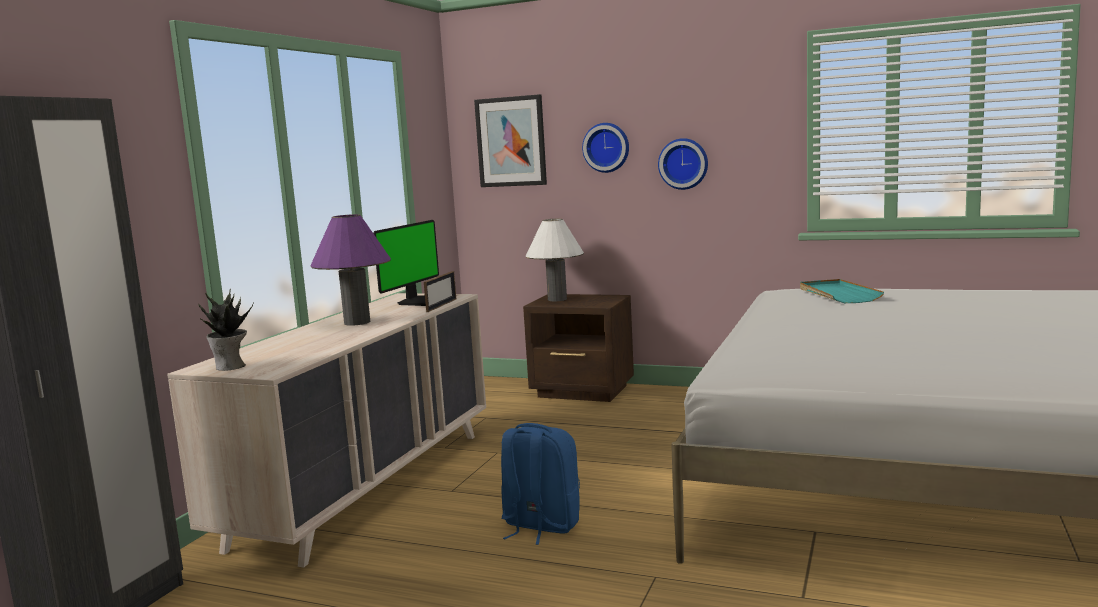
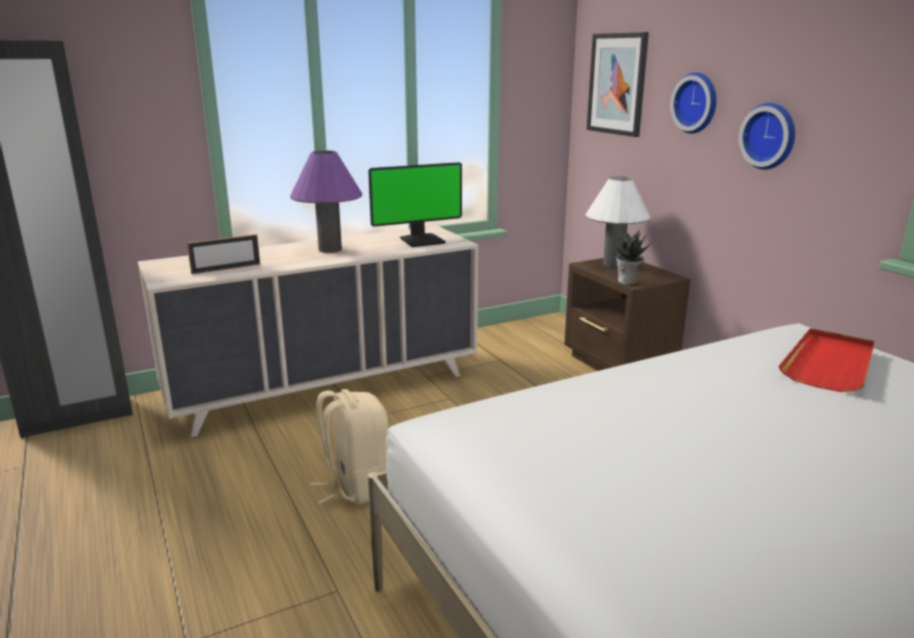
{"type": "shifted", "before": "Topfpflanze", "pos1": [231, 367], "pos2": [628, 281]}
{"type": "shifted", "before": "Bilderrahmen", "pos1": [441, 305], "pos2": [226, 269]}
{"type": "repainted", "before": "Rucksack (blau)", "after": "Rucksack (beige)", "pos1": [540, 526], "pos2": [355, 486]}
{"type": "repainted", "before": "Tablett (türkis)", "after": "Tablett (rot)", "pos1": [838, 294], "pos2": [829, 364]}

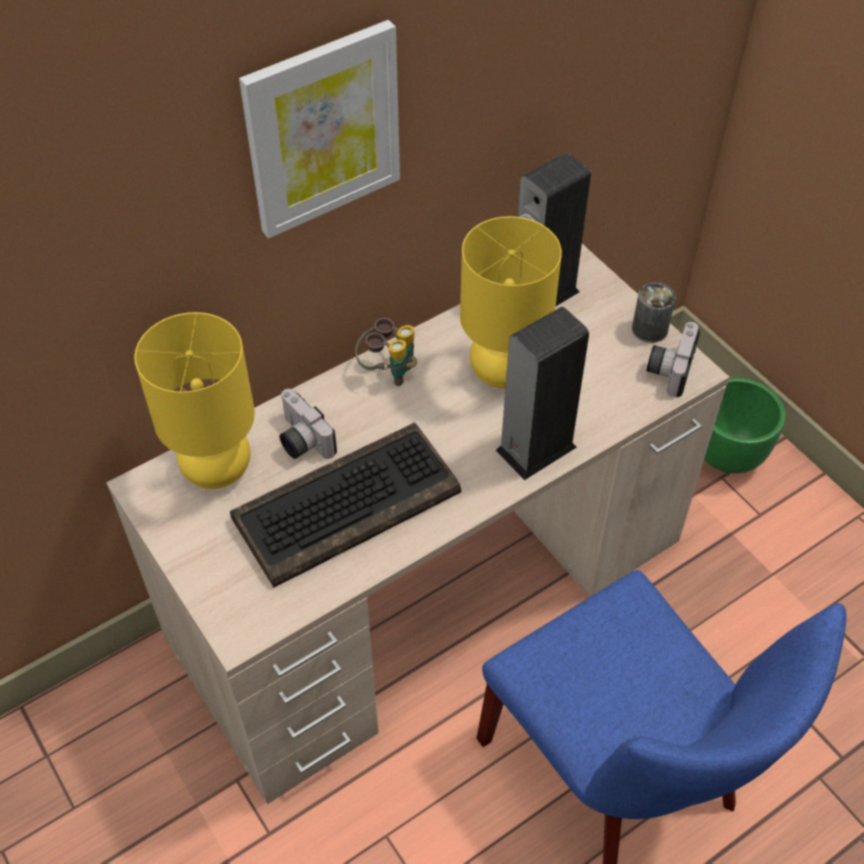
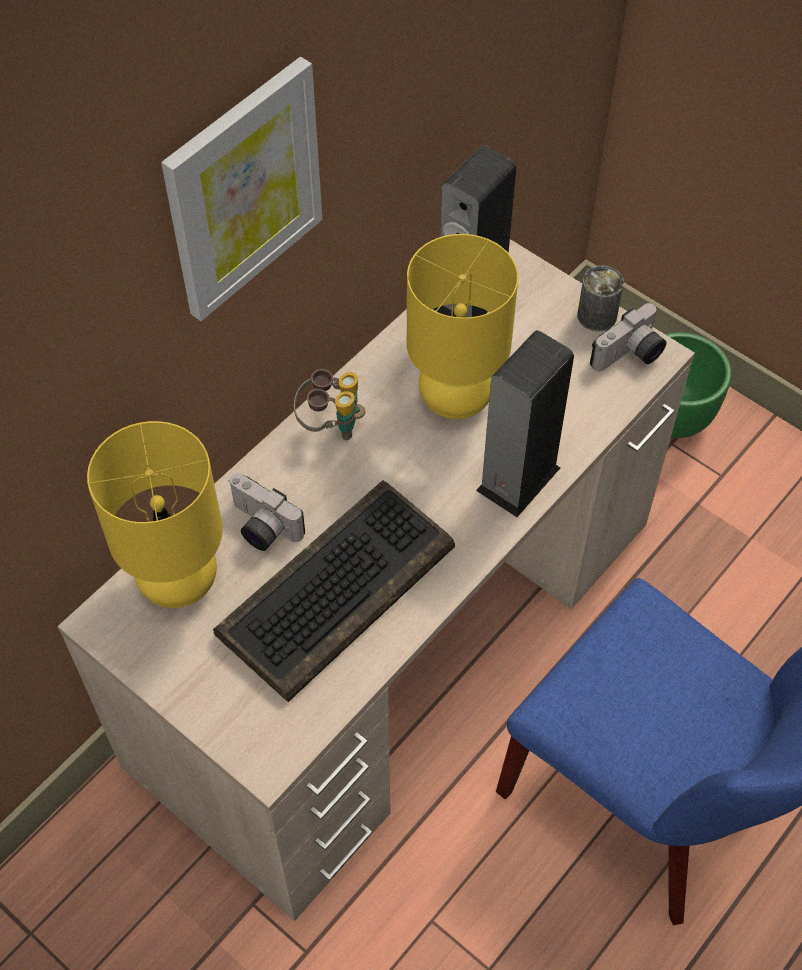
{"type": "rotated", "before": "Kamera", "pos1": [669, 368], "pos2": [630, 356], "turn": -135}

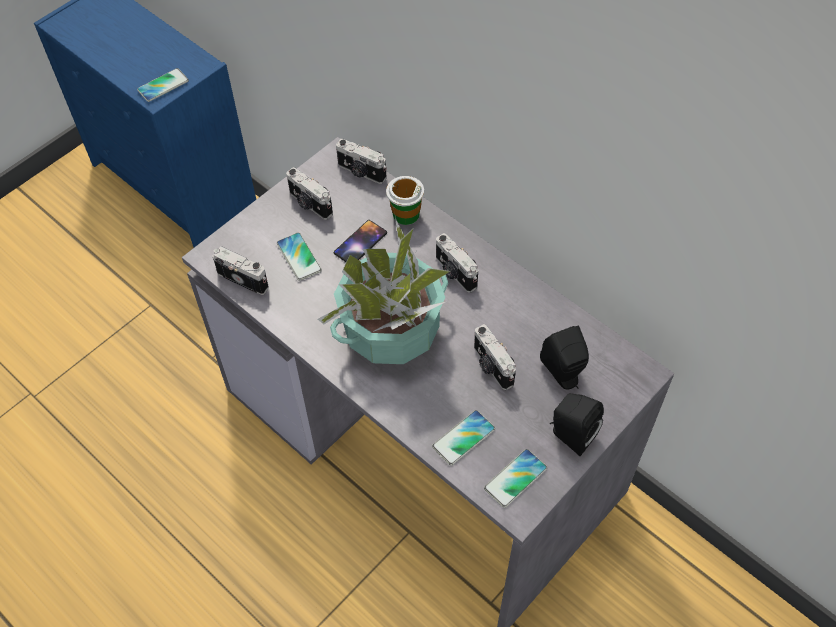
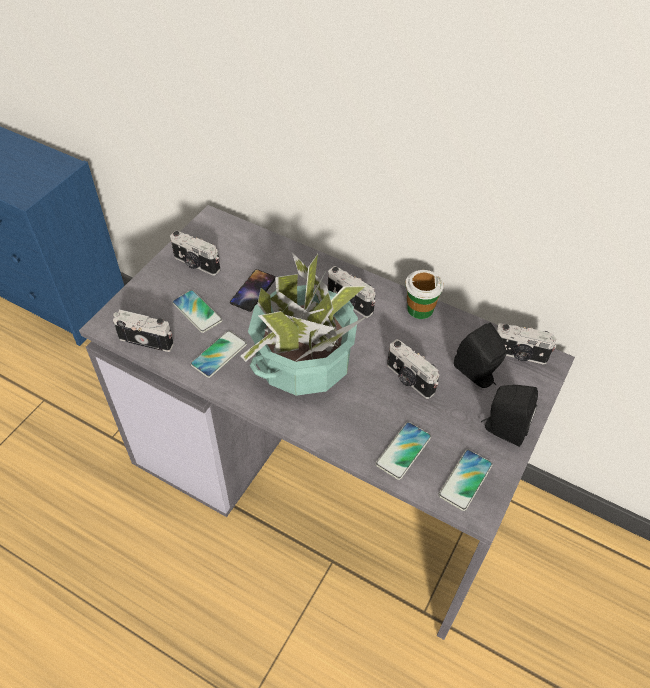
{"type": "shifted", "before": "Handy", "pos1": [163, 86], "pos2": [219, 354]}
{"type": "shifted", "before": "Kamera", "pos1": [361, 172], "pos2": [518, 355]}
{"type": "shifted", "before": "Tasse", "pos1": [405, 214], "pos2": [420, 309]}

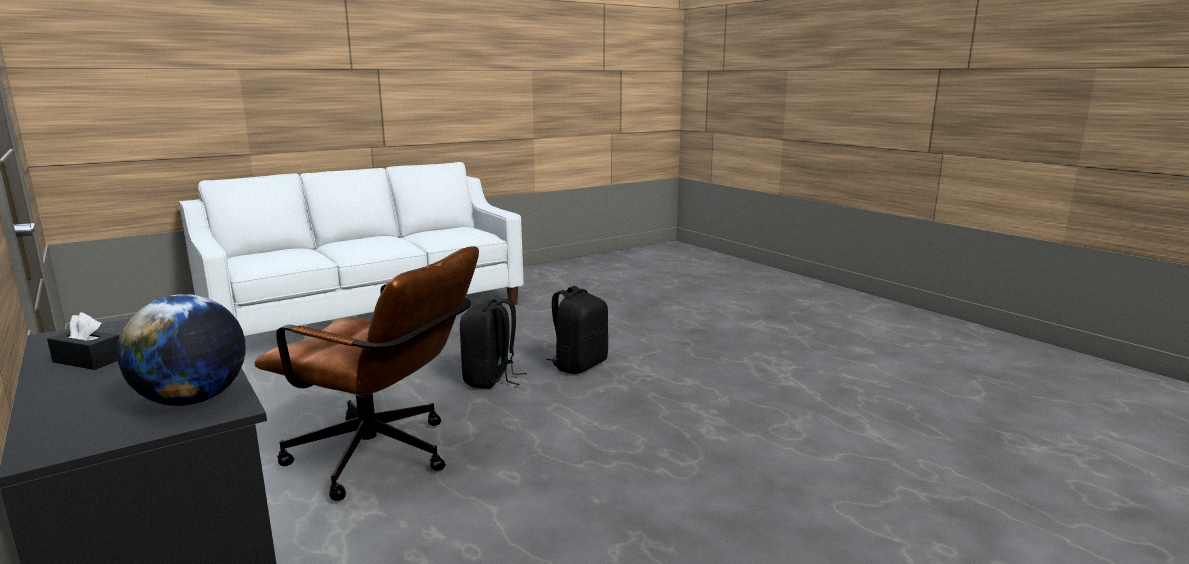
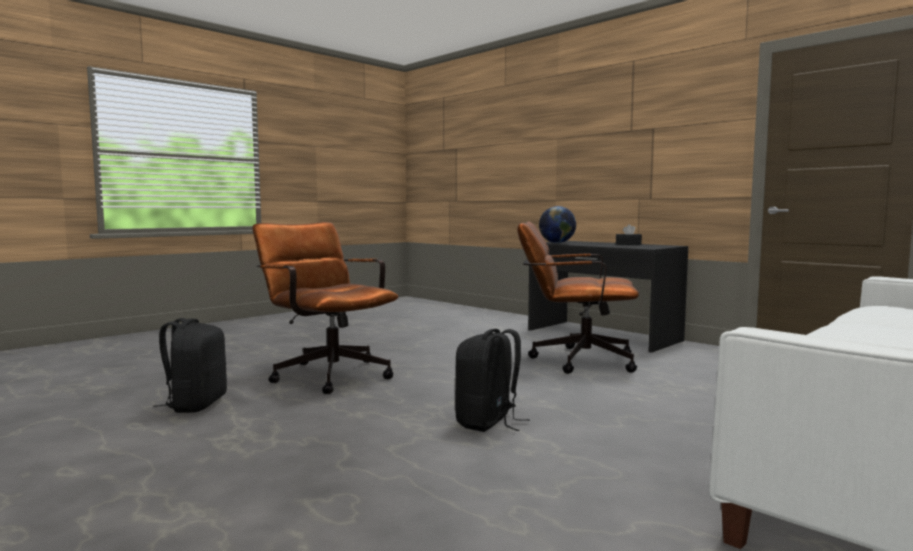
{"type": "shifted", "before": "Rucksack (schwarz)", "pos1": [491, 379], "pos2": [195, 404]}
{"type": "new", "after": "Bürostuhl (braun)", "pos2": [327, 373]}

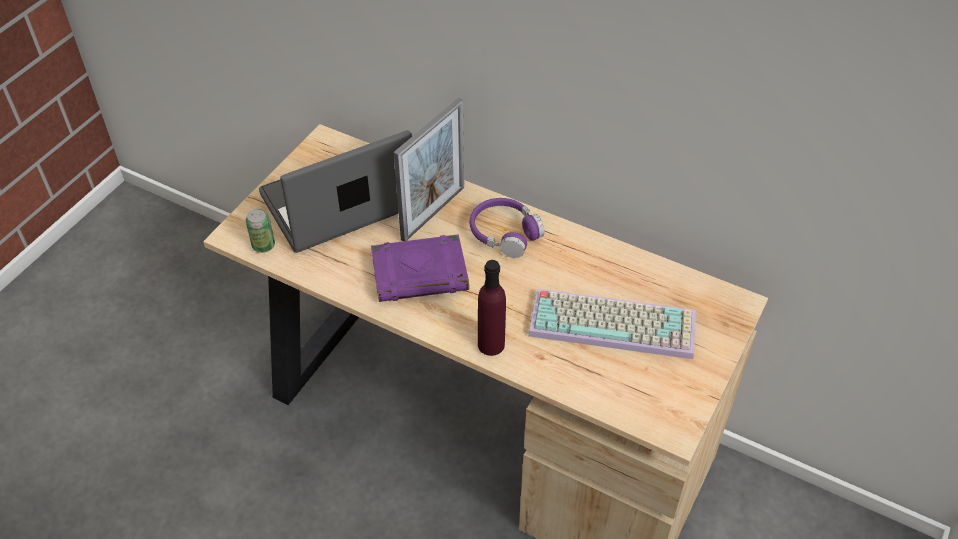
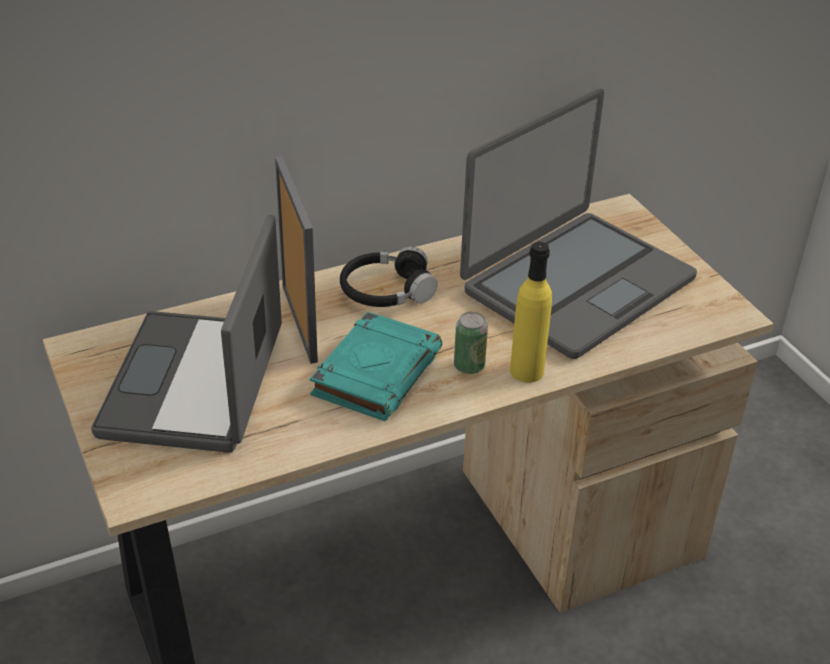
{"type": "shifted", "before": "Dose", "pos1": [263, 245], "pos2": [469, 366]}
{"type": "repainted", "before": "Buch (lila)", "after": "Buch (türkis)", "pos1": [421, 273], "pos2": [377, 372]}
{"type": "repainted", "before": "Kopfhörer (lila)", "after": "Kopfhörer (schwarz)", "pos1": [505, 233], "pos2": [386, 291]}
{"type": "repainted", "before": "Flasche (lila)", "after": "Flasche (gelb)", "pos1": [491, 344], "pos2": [526, 371]}
{"type": "swapped", "before": "Tastatur", "after": "Laptop", "pos1": [615, 322], "pos2": [576, 284]}

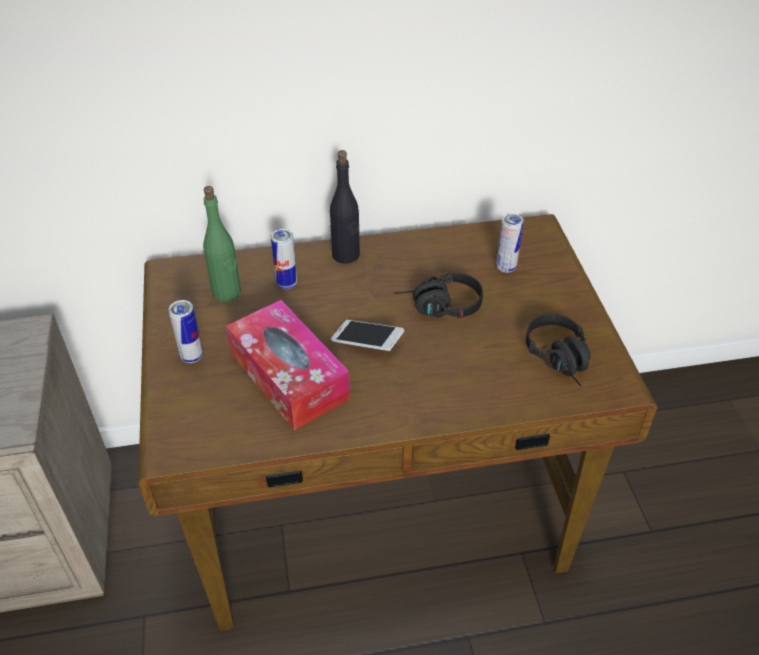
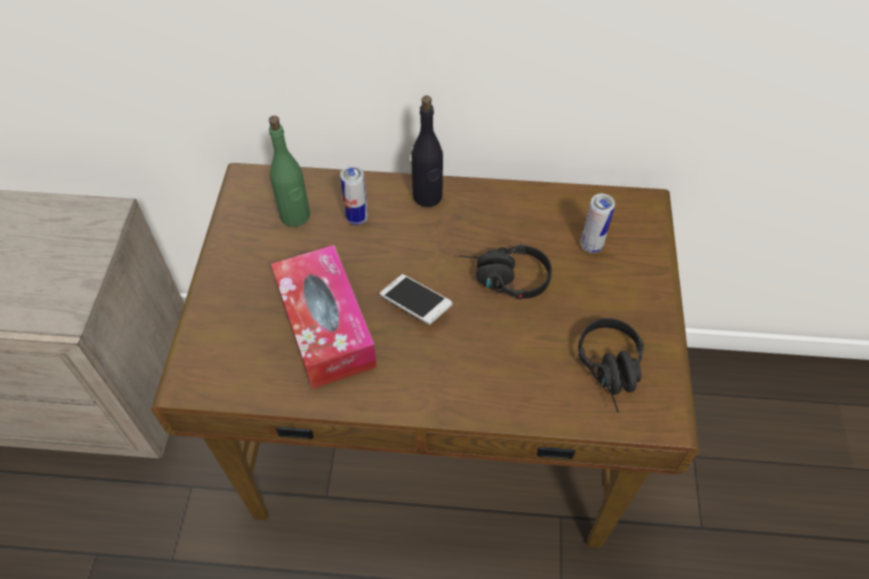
{"type": "gone", "before": "Dose", "pos1": [192, 356]}

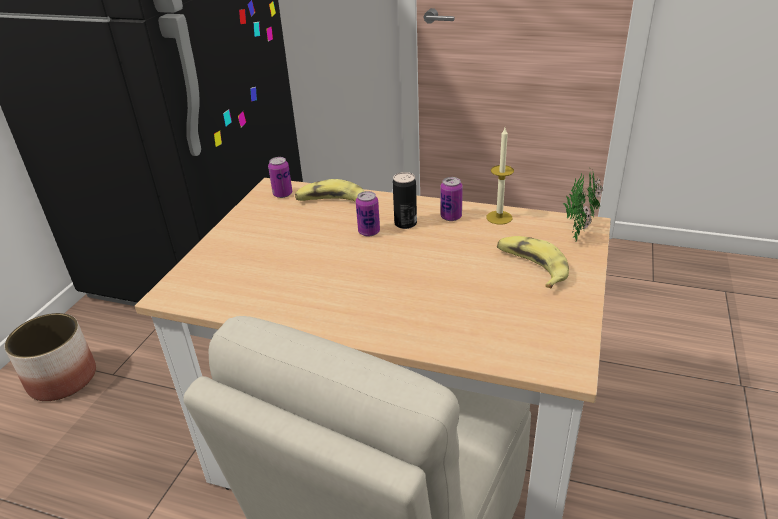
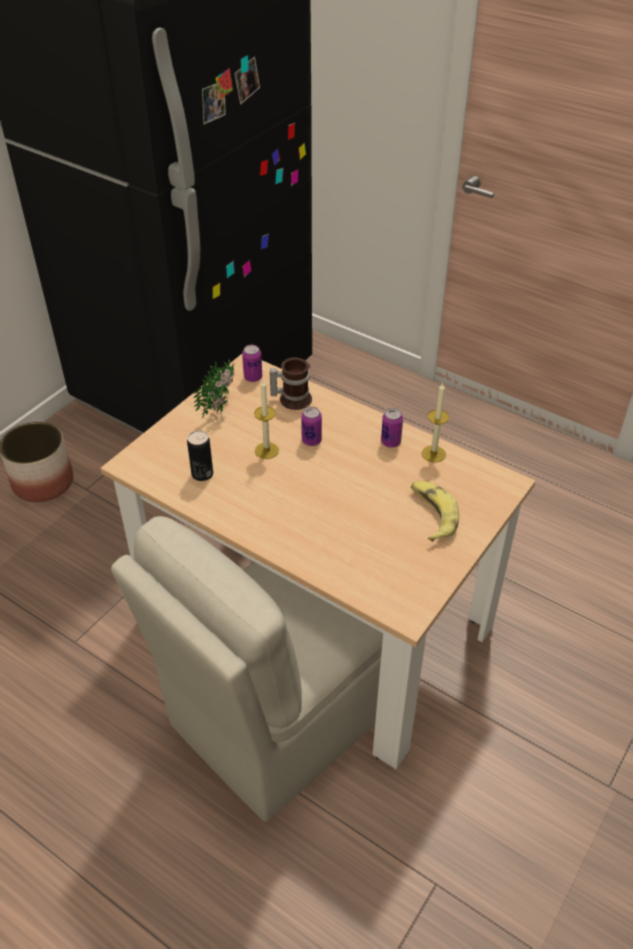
{"type": "swapped", "before": "Banane", "after": "Henkelbecher", "pos1": [331, 202], "pos2": [292, 398]}
{"type": "shifted", "before": "Dose", "pos1": [405, 223], "pos2": [202, 474]}
{"type": "shifted", "before": "Topfpflanze", "pos1": [577, 228], "pos2": [221, 406]}
{"type": "new", "after": "Kerze", "pos2": [266, 450]}

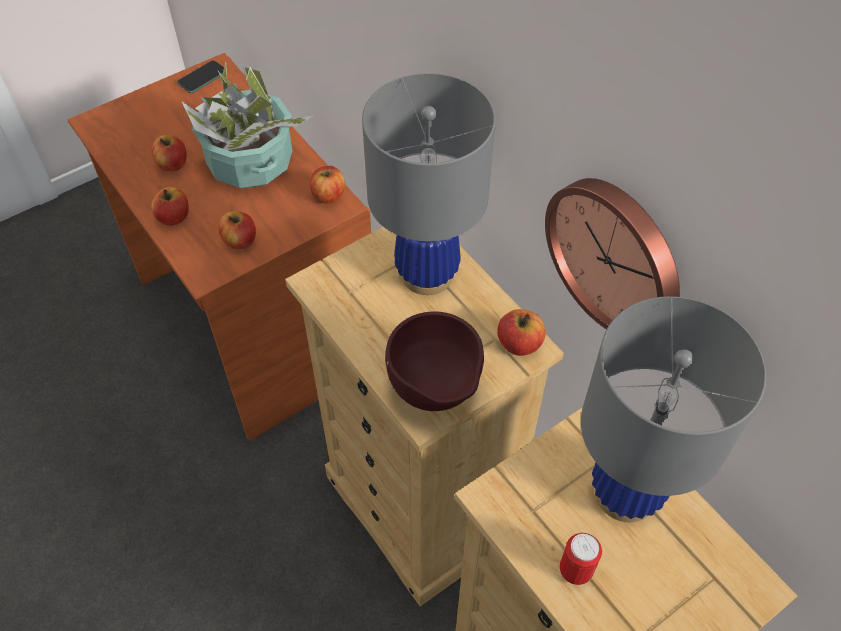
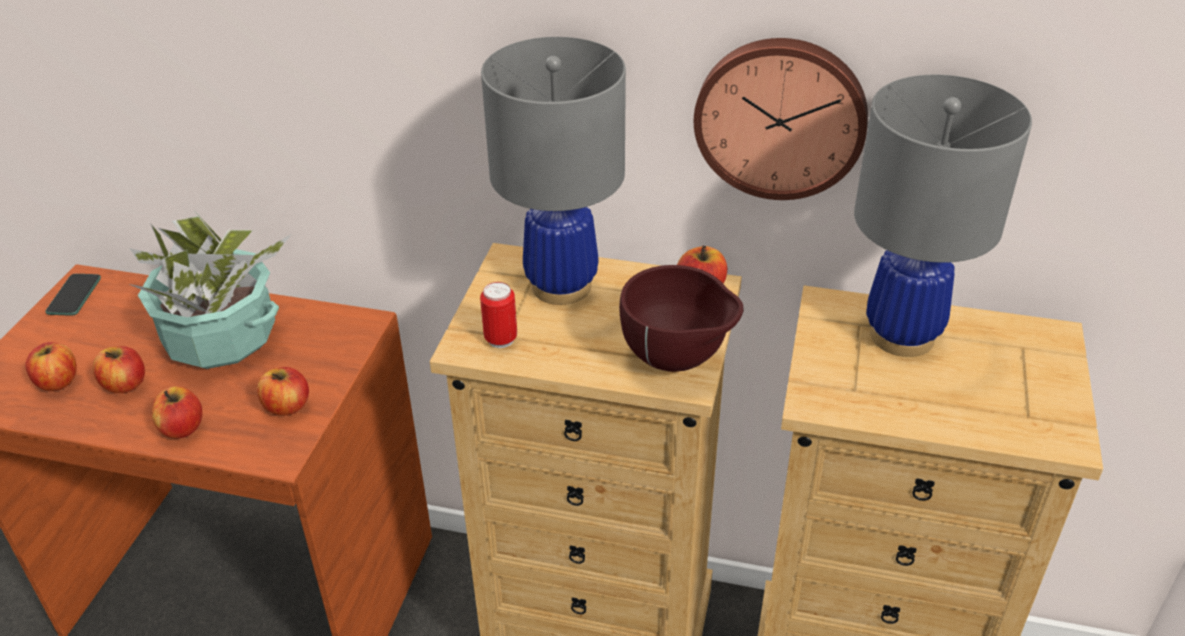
{"type": "shifted", "before": "Apfel", "pos1": [328, 195], "pos2": [58, 382]}
{"type": "shifted", "before": "Dose", "pos1": [575, 570], "pos2": [501, 339]}

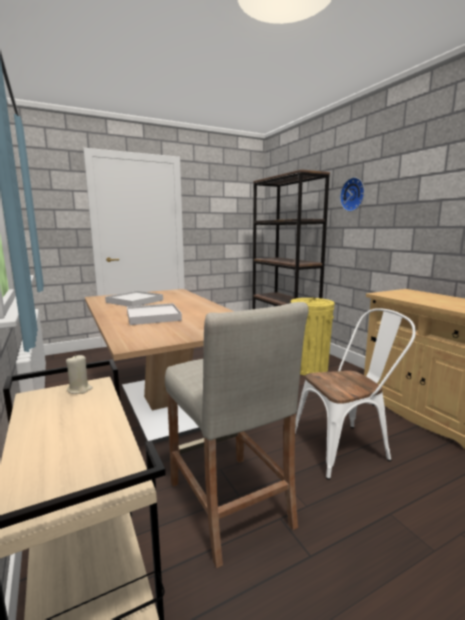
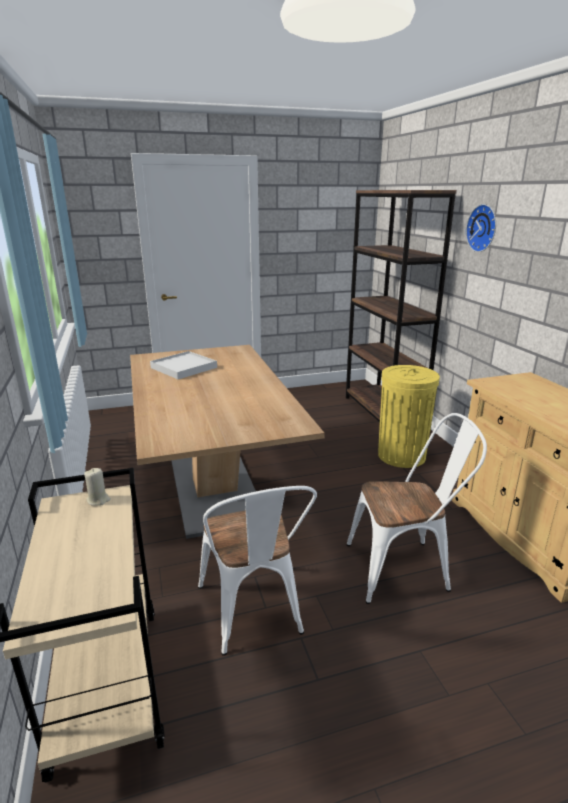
{"type": "gone", "before": "Tablett (weiß)", "pos1": [153, 317]}
{"type": "swapped", "before": "Hocker (beige)", "after": "Stuhl (weiß)", "pos1": [229, 503], "pos2": [254, 615]}

